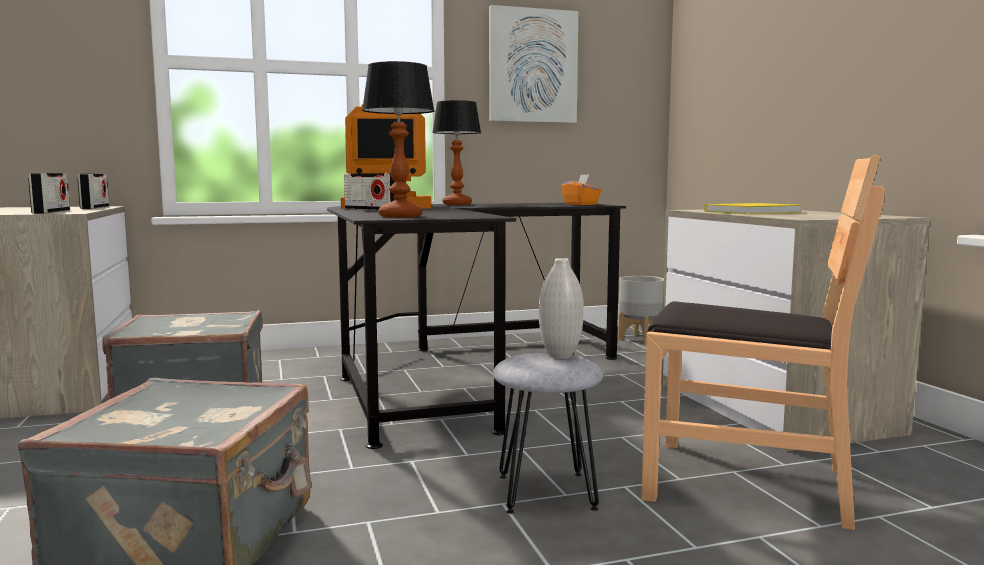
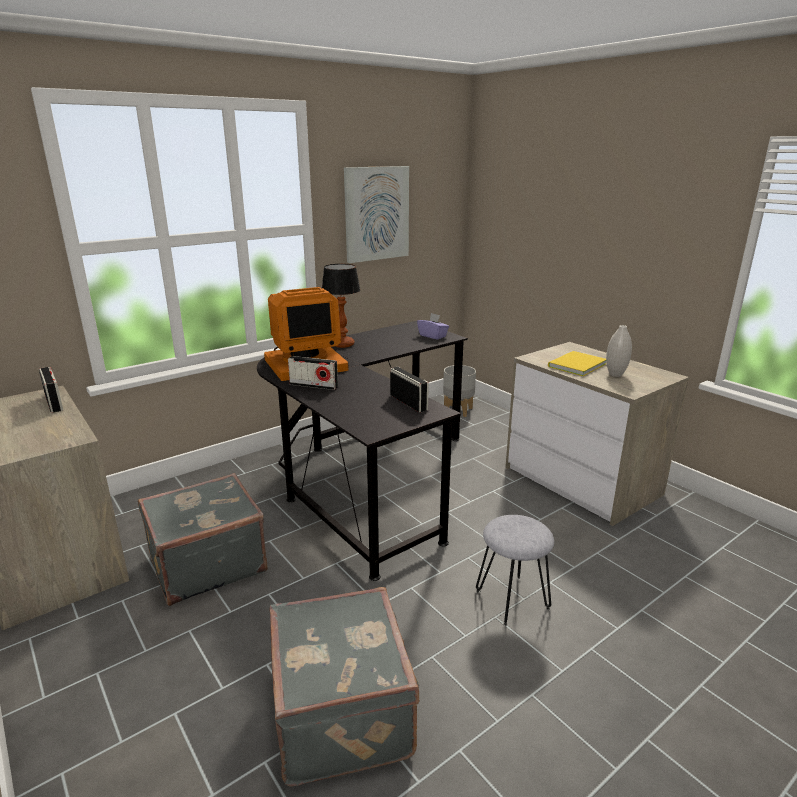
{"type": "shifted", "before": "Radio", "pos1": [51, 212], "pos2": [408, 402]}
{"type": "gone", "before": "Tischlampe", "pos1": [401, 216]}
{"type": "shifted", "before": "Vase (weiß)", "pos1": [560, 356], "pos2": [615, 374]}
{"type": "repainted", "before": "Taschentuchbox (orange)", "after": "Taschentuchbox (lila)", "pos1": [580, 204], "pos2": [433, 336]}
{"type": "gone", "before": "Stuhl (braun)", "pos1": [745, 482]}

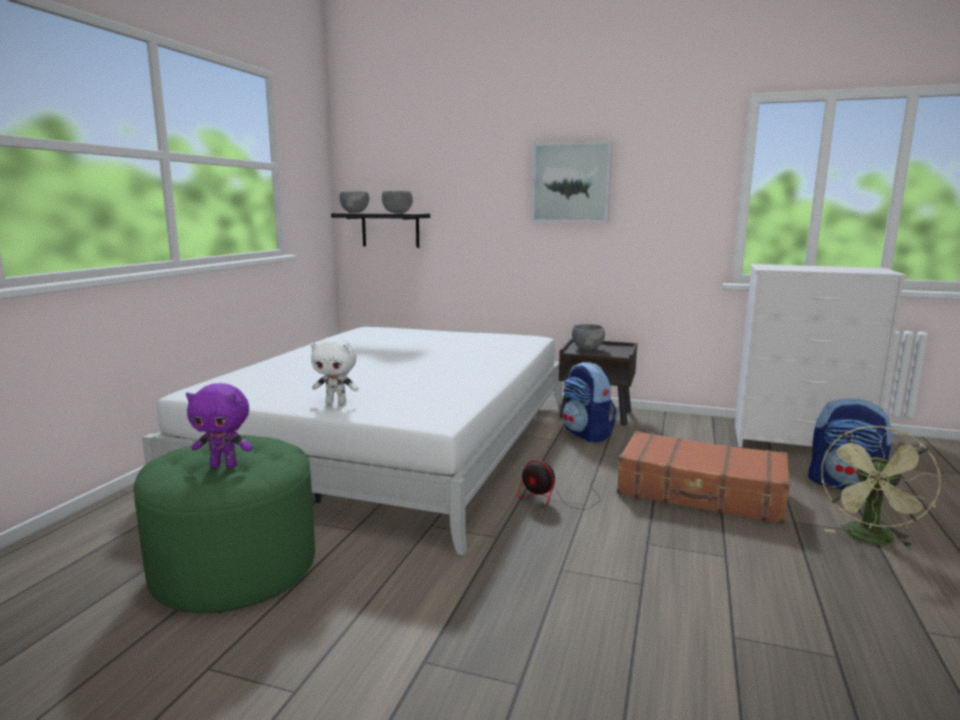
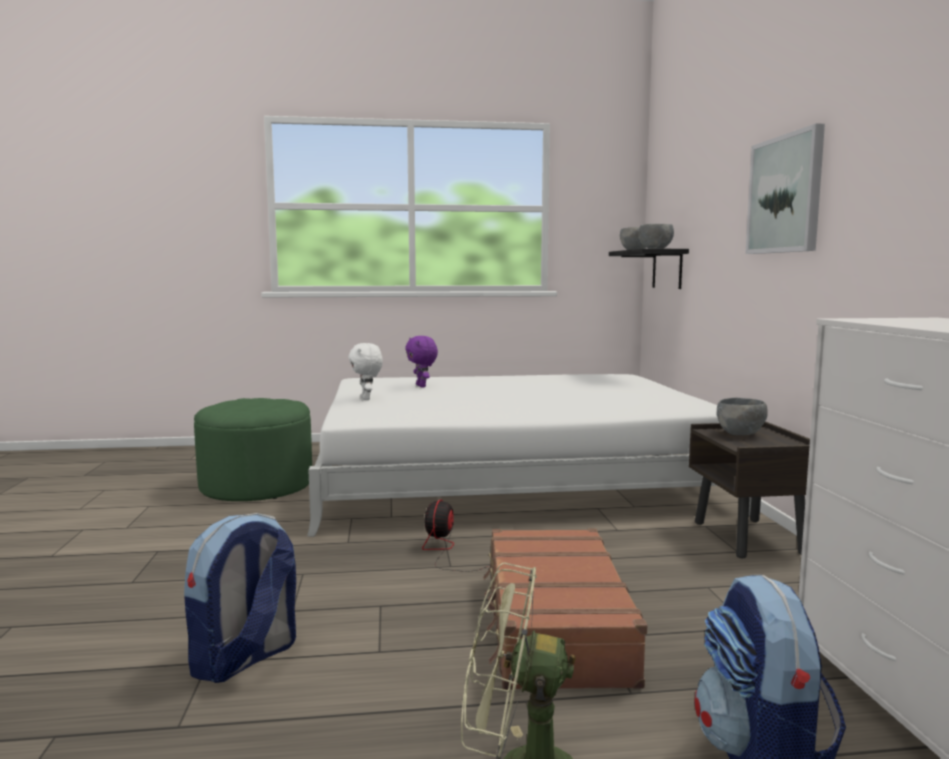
{"type": "shifted", "before": "Plüschtier (lila)", "pos1": [224, 466], "pos2": [422, 386]}
{"type": "shifted", "before": "Rucksack", "pos1": [587, 434], "pos2": [245, 659]}

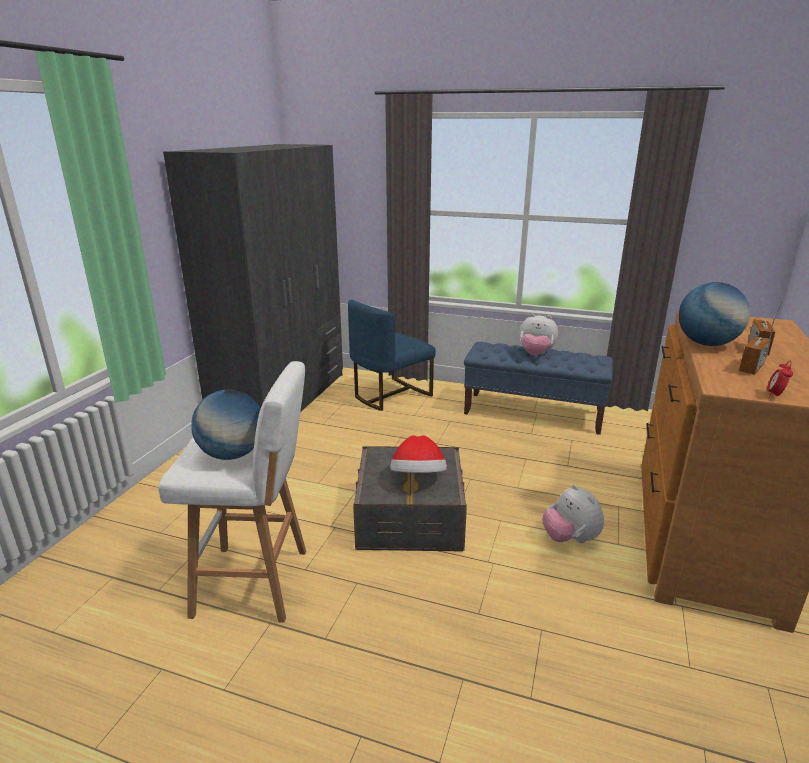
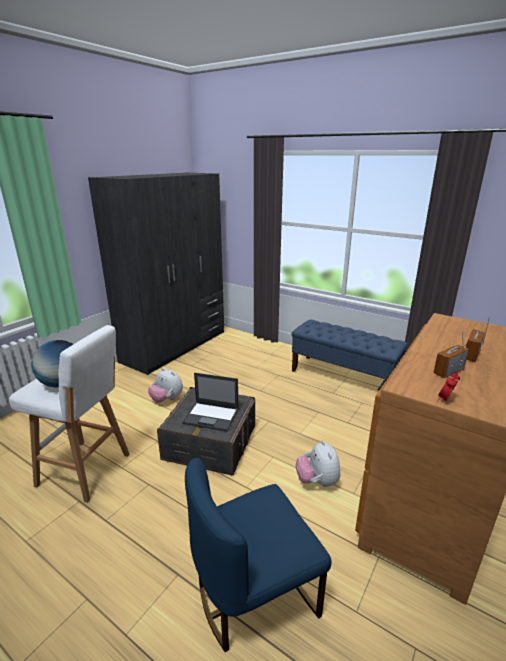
{"type": "shifted", "before": "Stuhl (blau)", "pos1": [390, 395], "pos2": [254, 594]}
{"type": "swapped", "before": "Hut", "after": "Laptop", "pos1": [418, 478], "pos2": [212, 416]}
{"type": "shifted", "before": "Plüschtier", "pos1": [535, 354], "pos2": [167, 399]}
{"type": "gone", "before": "Globus", "pos1": [706, 344]}

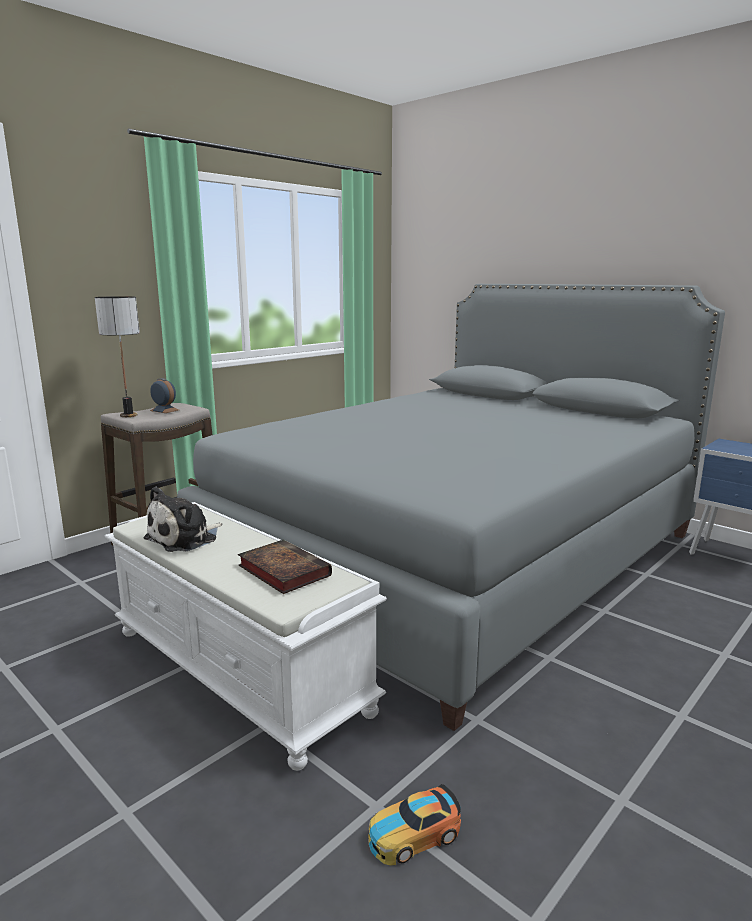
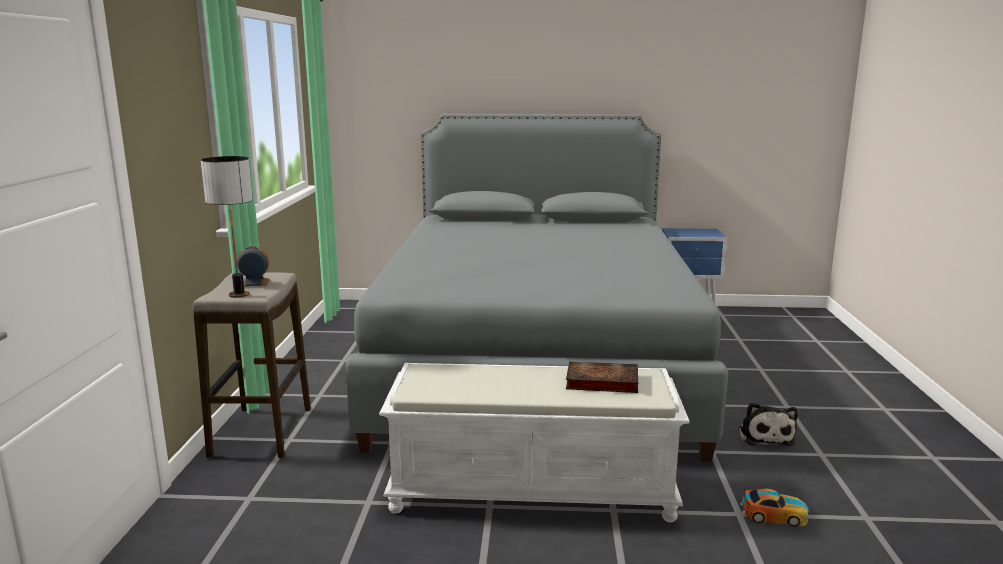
{"type": "shifted", "before": "Plüschtier", "pos1": [185, 538], "pos2": [765, 435]}
{"type": "rotated", "before": "Spielzeugauto", "pos1": [413, 834], "pos2": [774, 515], "turn": -105}

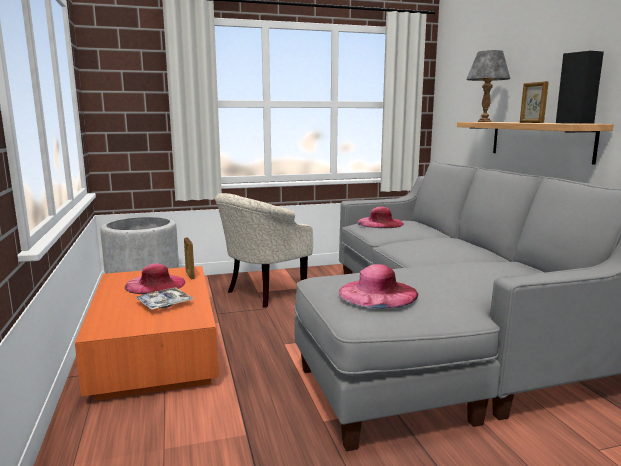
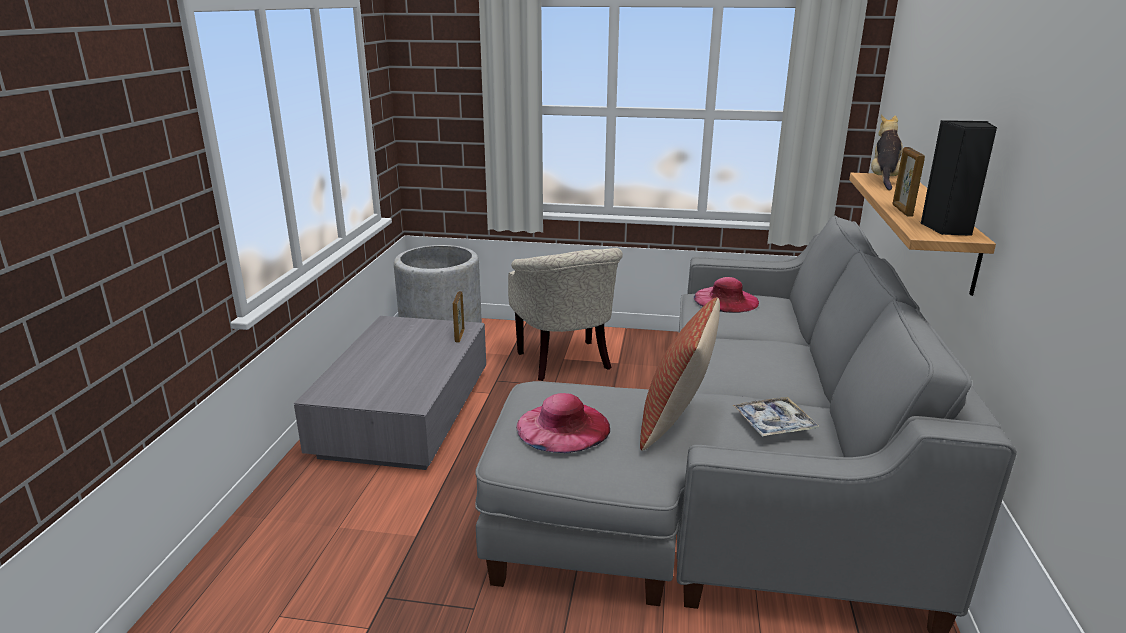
{"type": "repainted", "before": "Couchtisch (orange)", "after": "Couchtisch (grau)", "pos1": [155, 349], "pos2": [404, 413]}
{"type": "gone", "before": "Hut (rosa)", "pos1": [155, 284]}
{"type": "shifted", "before": "Tablett", "pos1": [164, 304], "pos2": [773, 424]}
{"type": "rotated", "before": "Sessel (beige)", "pos1": [262, 294], "pos2": [566, 363], "turn": -90}
{"type": "swapped", "before": "Tischlampe (grau)", "after": "Plüschtier", "pos1": [484, 121], "pos2": [884, 180]}
{"type": "new", "after": "Kissen", "pos2": [676, 422]}

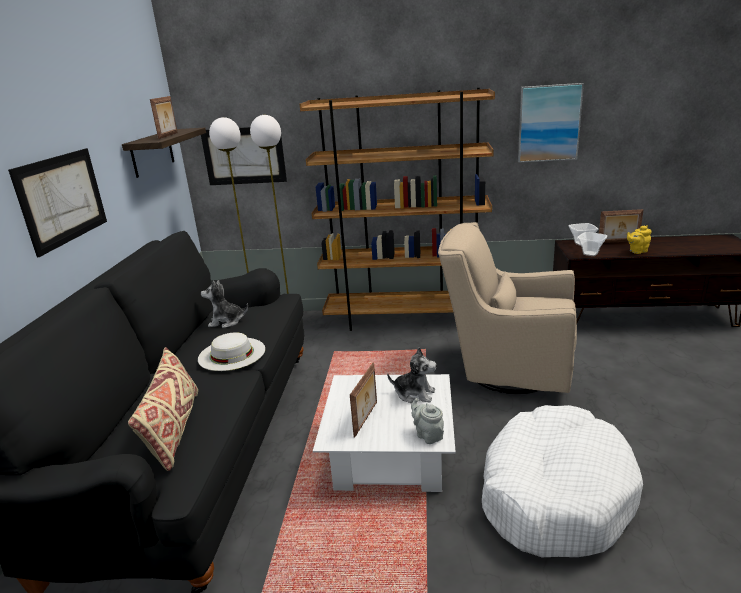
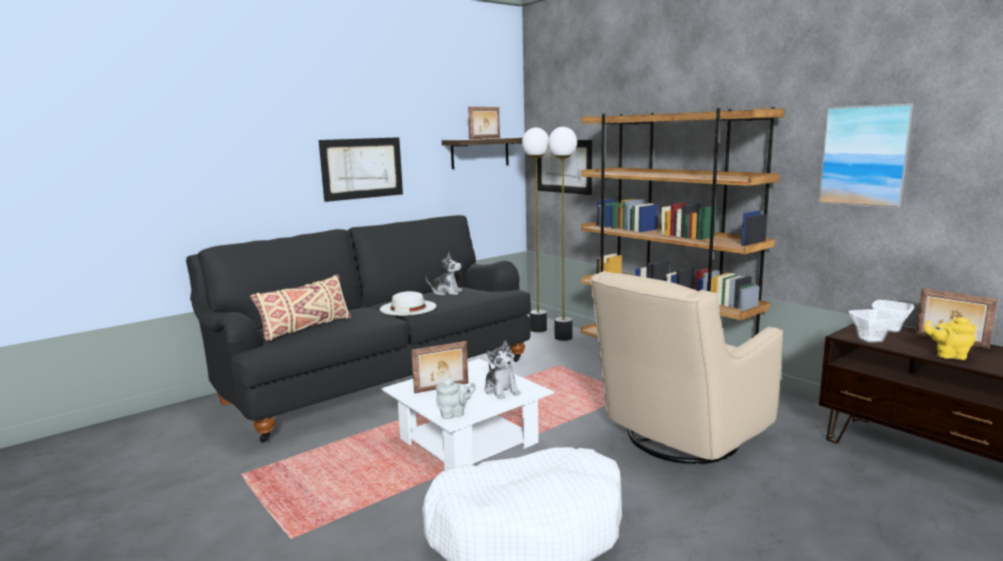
{"type": "rotated", "before": "Plüschtier", "pos1": [226, 322], "pos2": [446, 292], "turn": 150}
{"type": "rotated", "before": "Teekanne (grau)", "pos1": [428, 435], "pos2": [454, 414], "turn": 60}
{"type": "rotated", "before": "Sessel (beige)", "pos1": [506, 369], "pos2": [678, 438], "turn": -105}

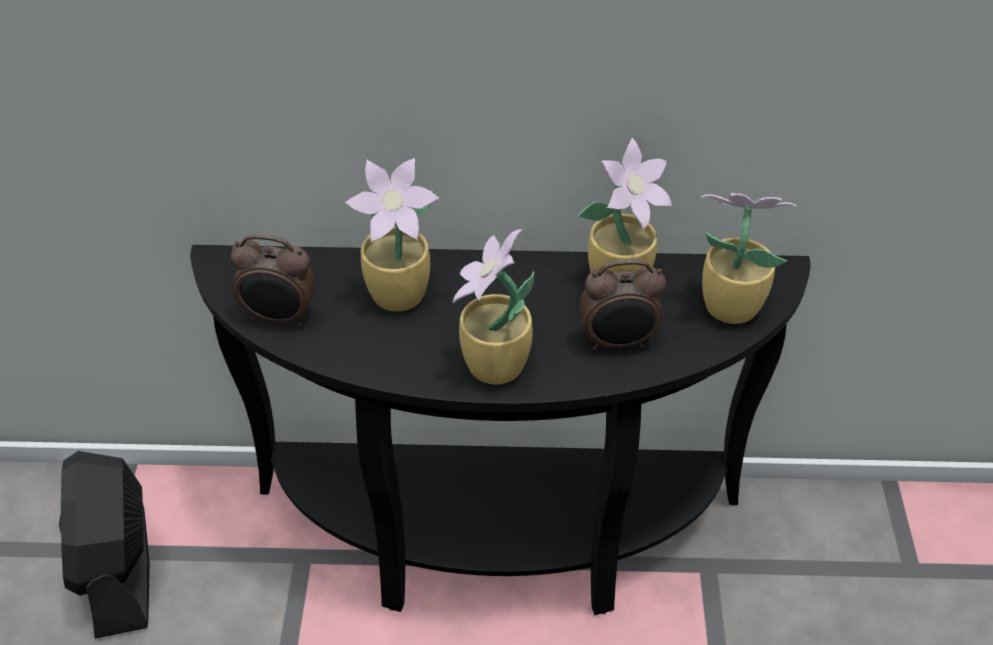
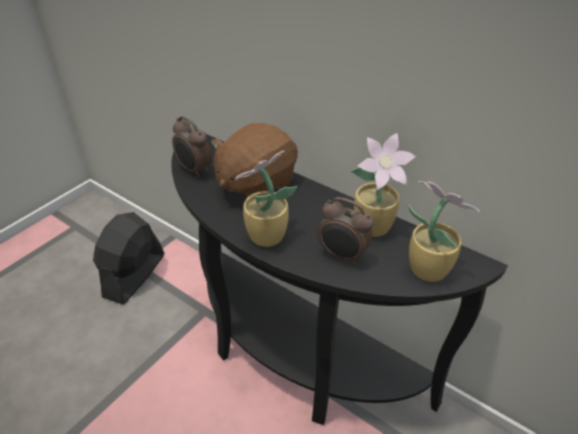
{"type": "swapped", "before": "Topfpflanze", "after": "Plüschtier (braun)", "pos1": [401, 296], "pos2": [255, 184]}

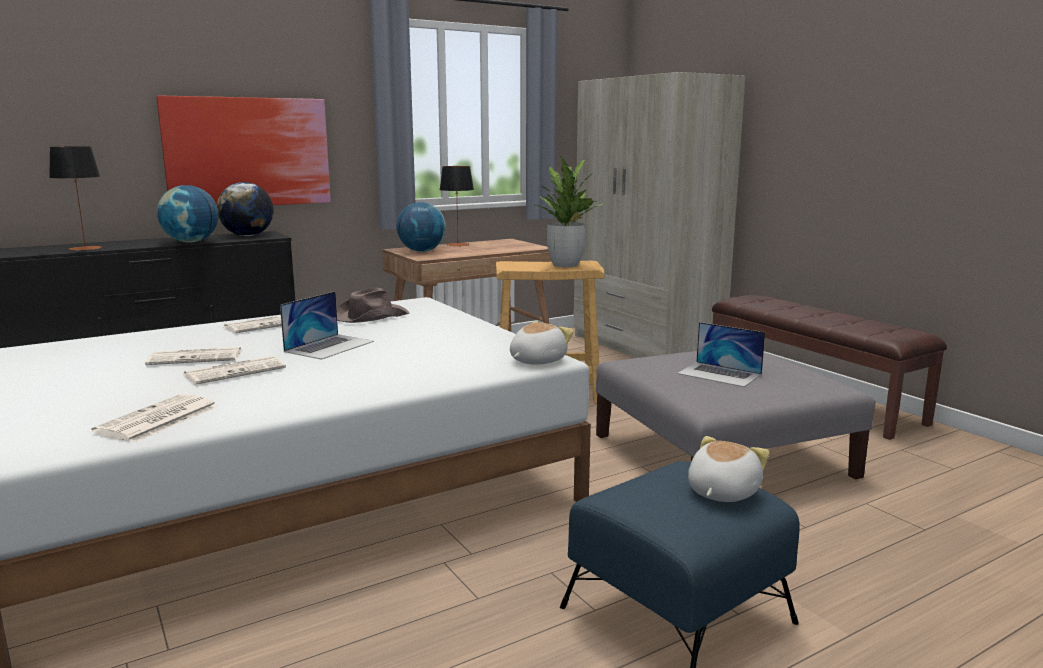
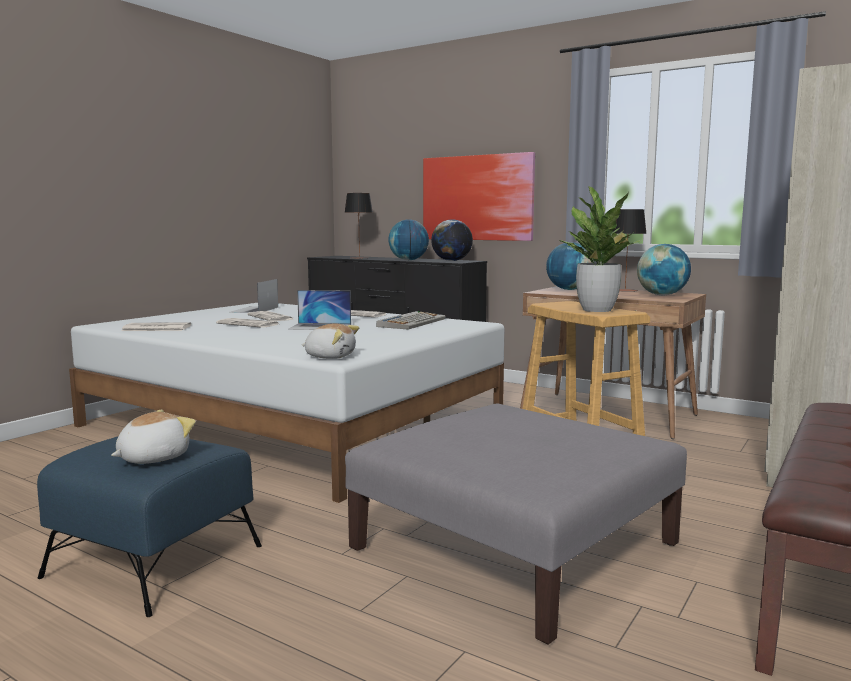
{"type": "swapped", "before": "Hut (braun)", "after": "Tastatur", "pos1": [369, 316], "pos2": [412, 322]}
{"type": "shifted", "before": "Laptop", "pos1": [719, 374], "pos2": [254, 310]}
{"type": "rotated", "before": "Plüschtier", "pos1": [721, 492], "pos2": [152, 458], "turn": -60}
{"type": "new", "after": "Globus", "pos2": [662, 295]}

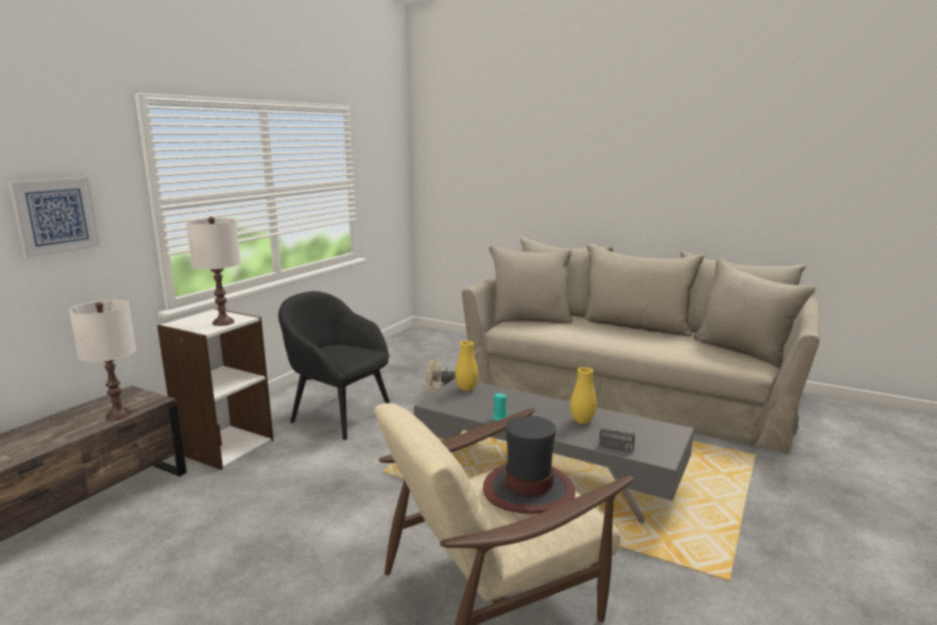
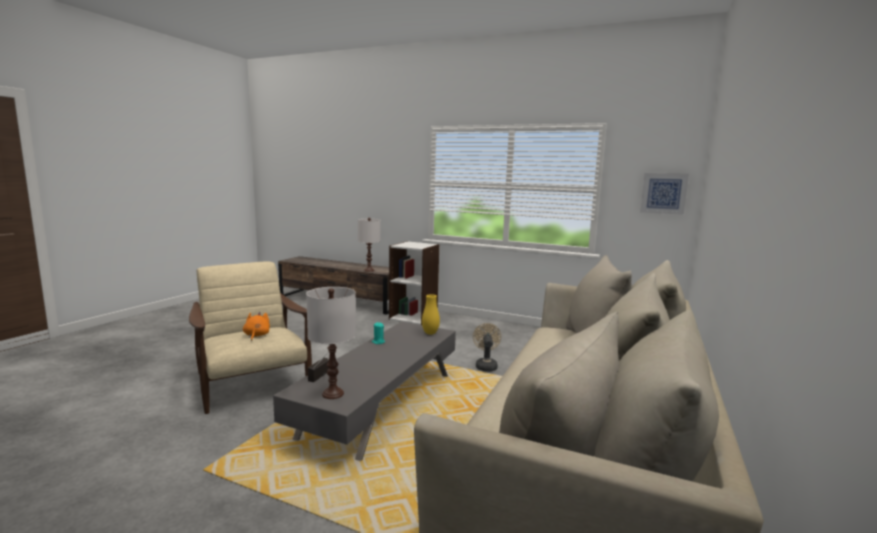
{"type": "shifted", "before": "Bild", "pos1": [55, 216], "pos2": [663, 193]}
{"type": "shifted", "before": "Tischlampe (weiß)", "pos1": [223, 322], "pos2": [333, 394]}
{"type": "gone", "before": "Sessel (schwarz)", "pos1": [340, 415]}
{"type": "swapped", "before": "Hut", "after": "Plüschtier (orange)", "pos1": [529, 489], "pos2": [256, 335]}
{"type": "gone", "before": "Vase (gelb)", "pos1": [582, 421]}

